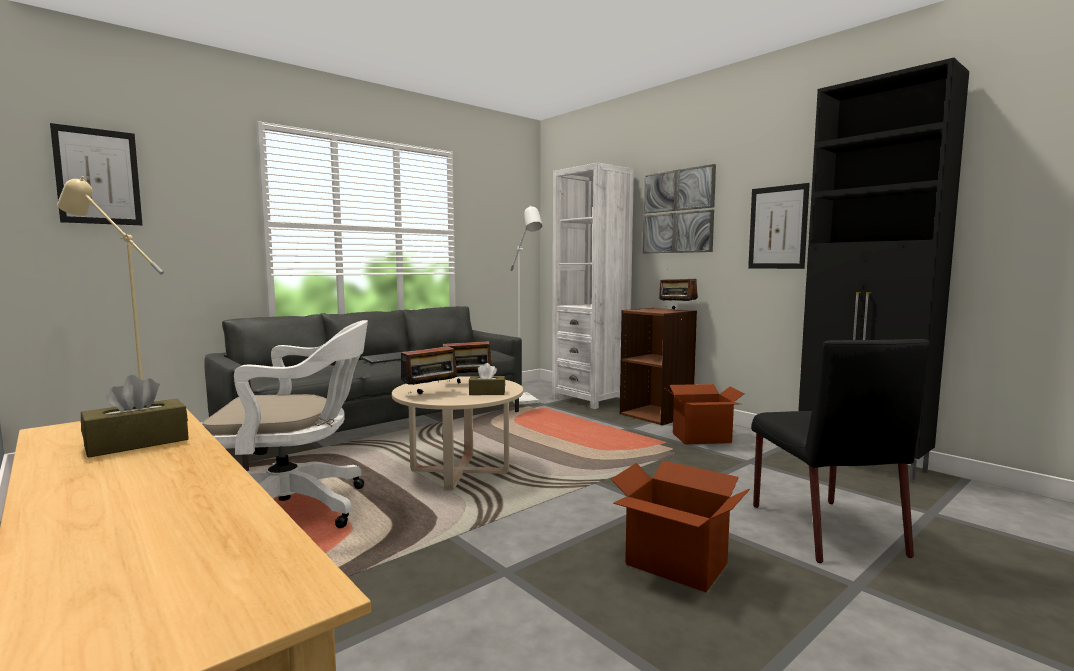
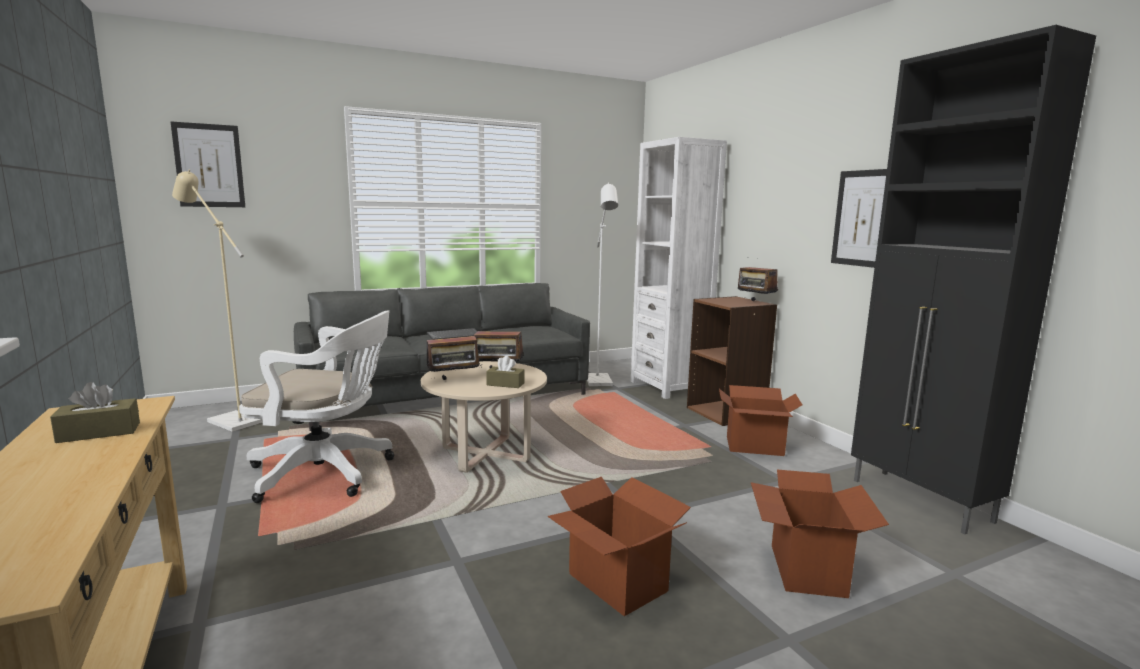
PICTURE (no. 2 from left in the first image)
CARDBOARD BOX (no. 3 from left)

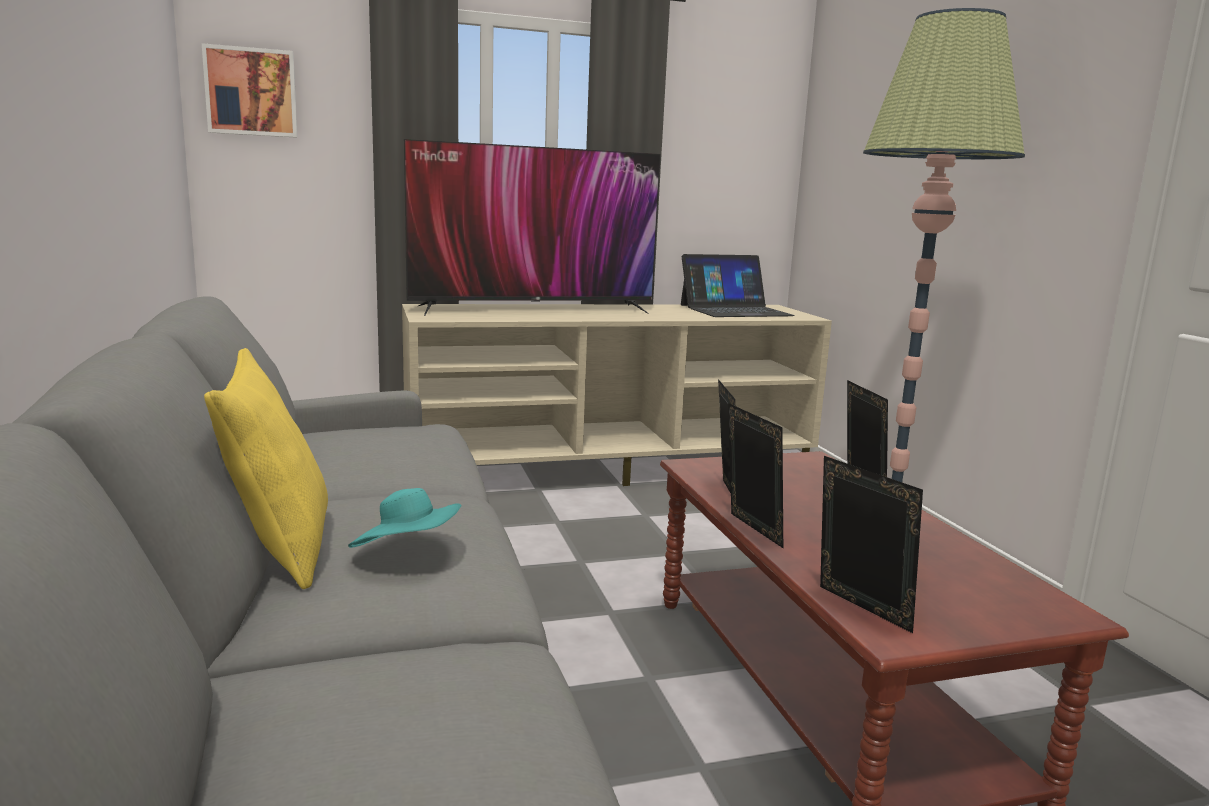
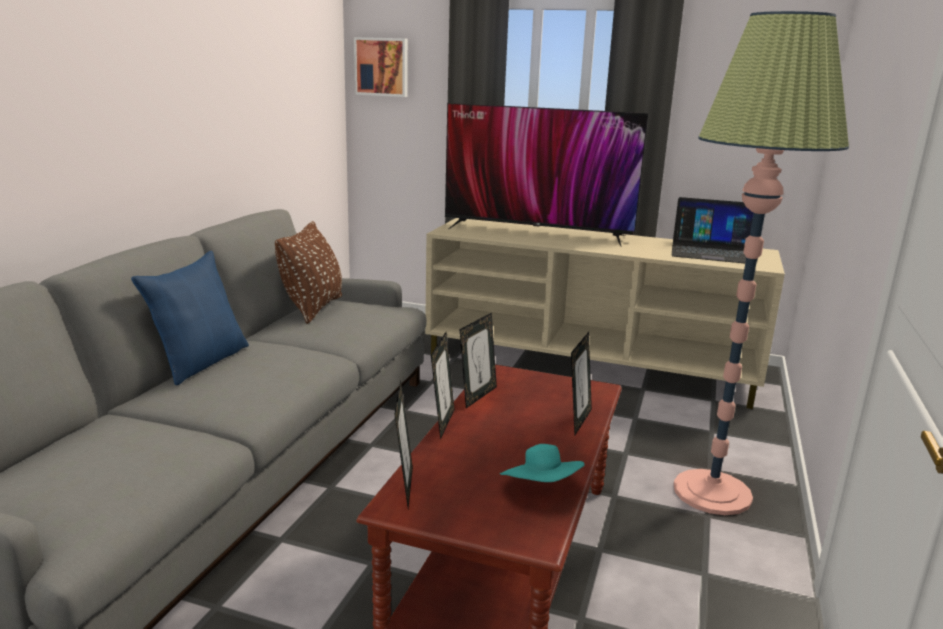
BROWN PILLOW
TURQUOISE HAT
BLUE PILLOW

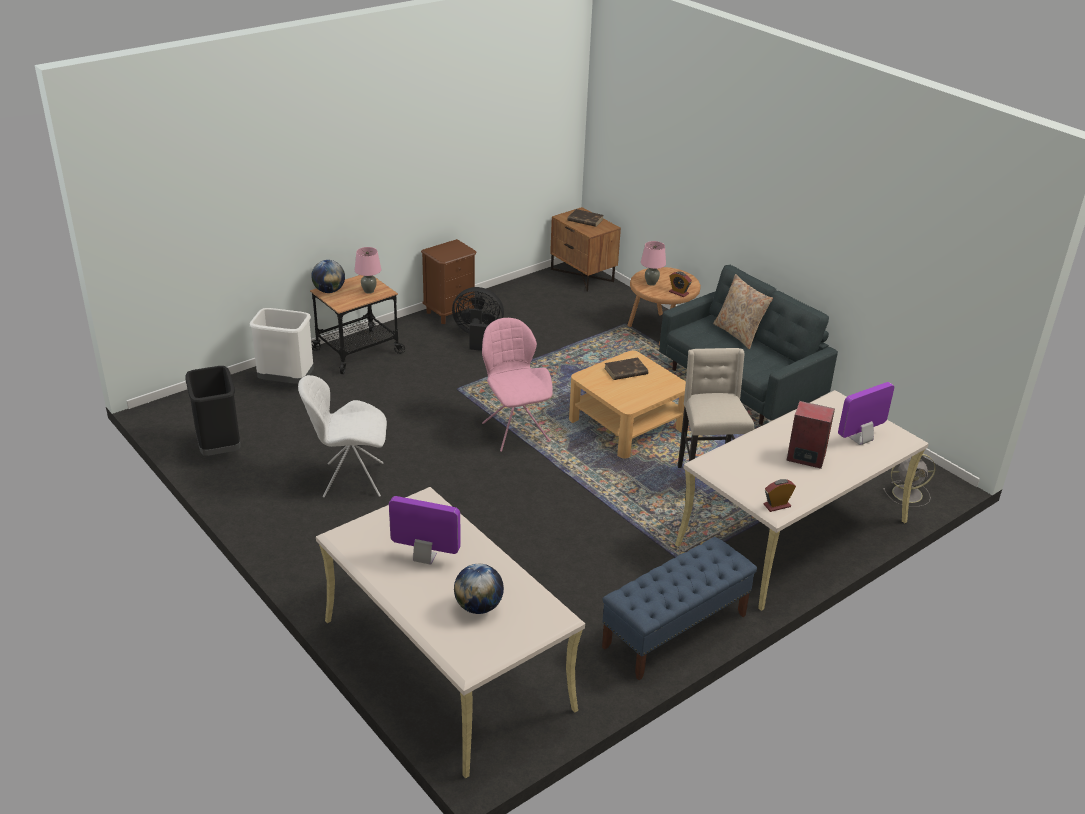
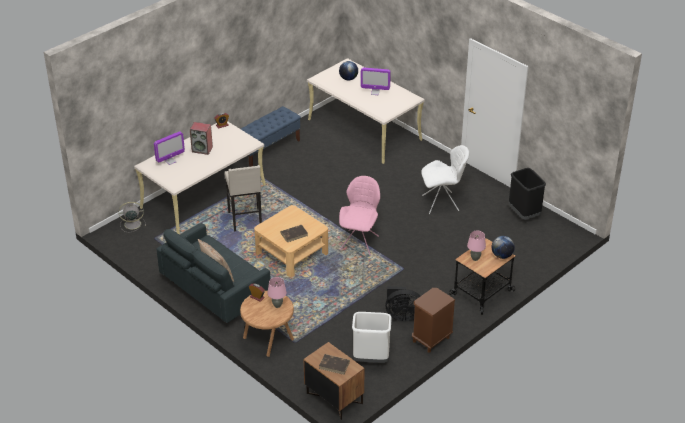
WHITE TRASH CAN
PINK CHAIR

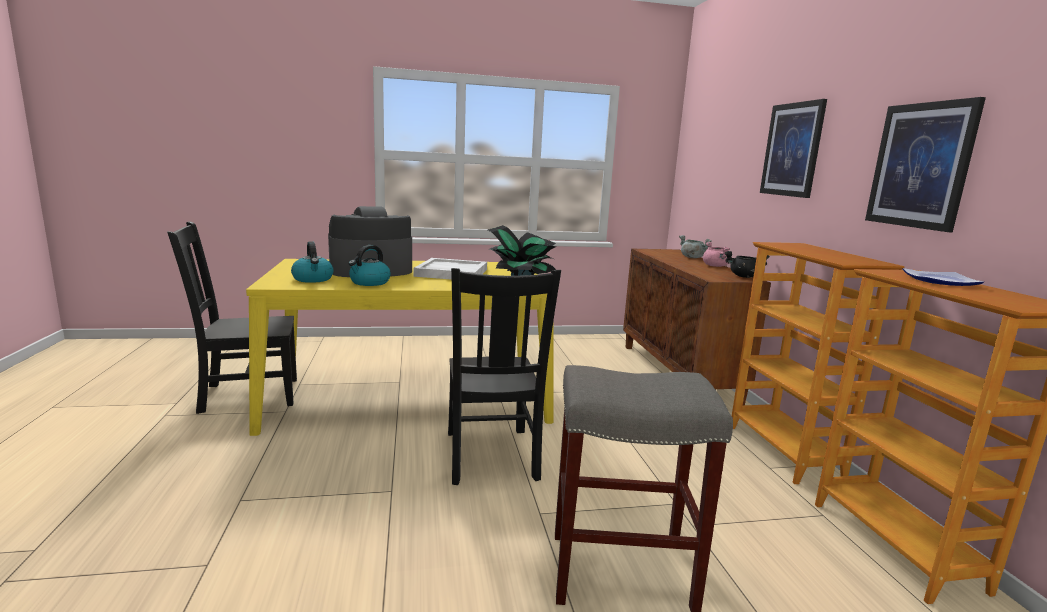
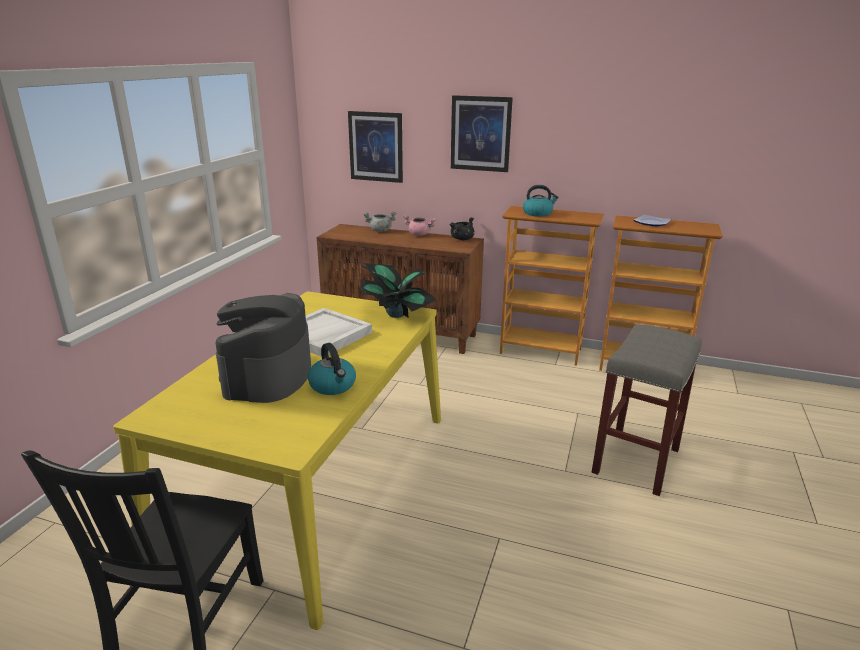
BLACK CHAIR (no. 2 from left in the first image)
KETTLE (no. 2 from left)
PICTURE (no. 1 from left)

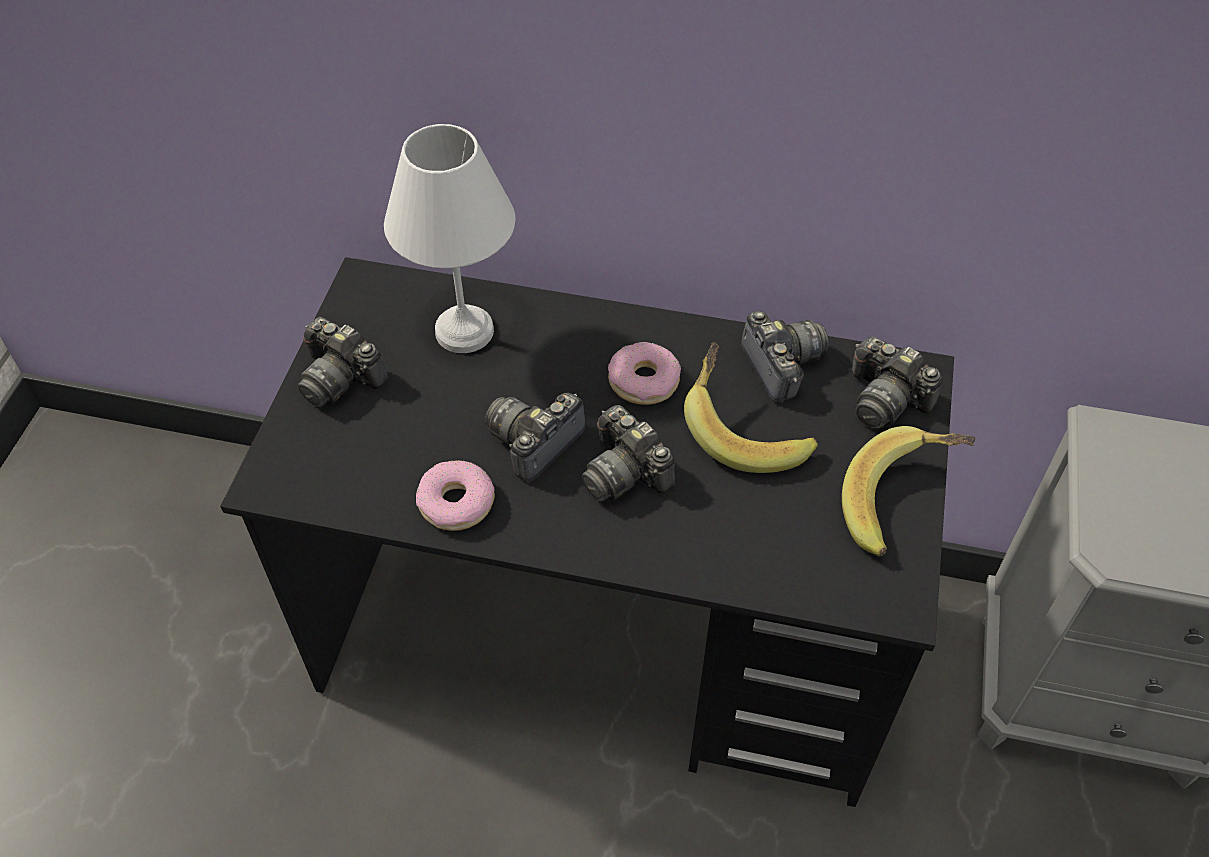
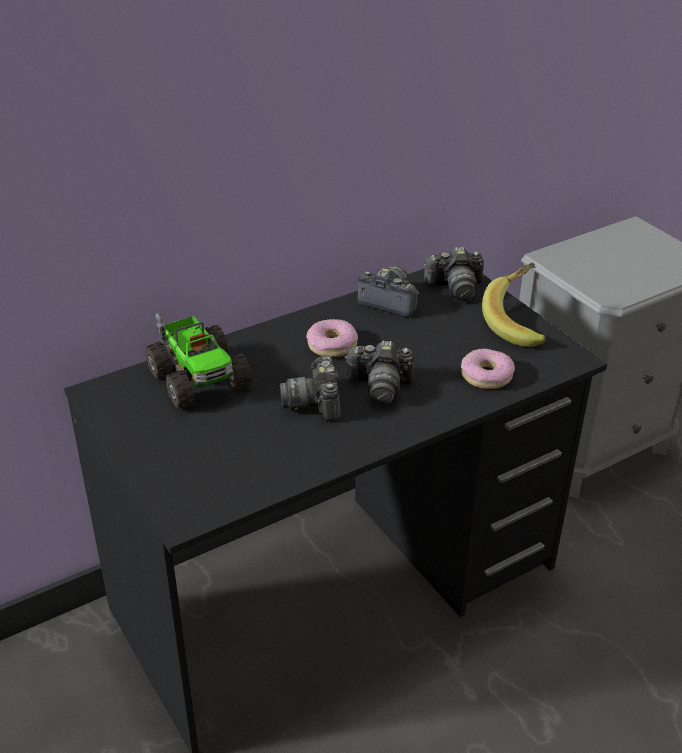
PHOTO CAMERA (no. 1 from left in the first image)
BANANA (no. 1 from left in the first image)
DONUT (no. 2 from left)
TOY TRUCK

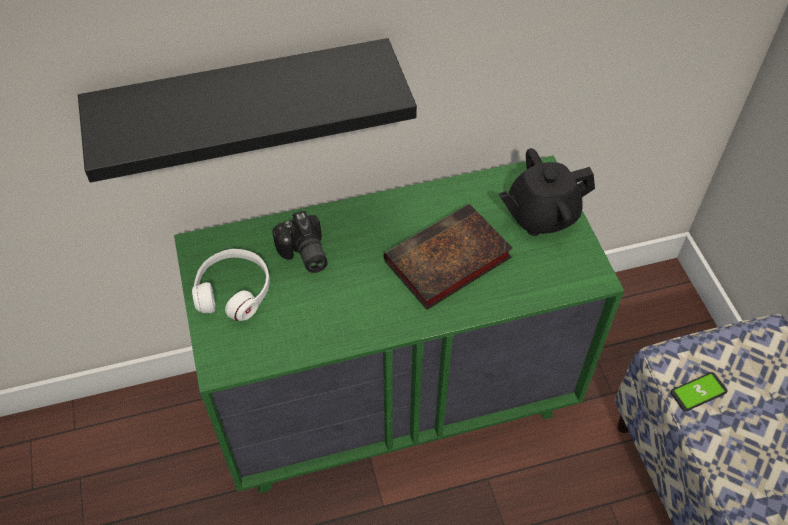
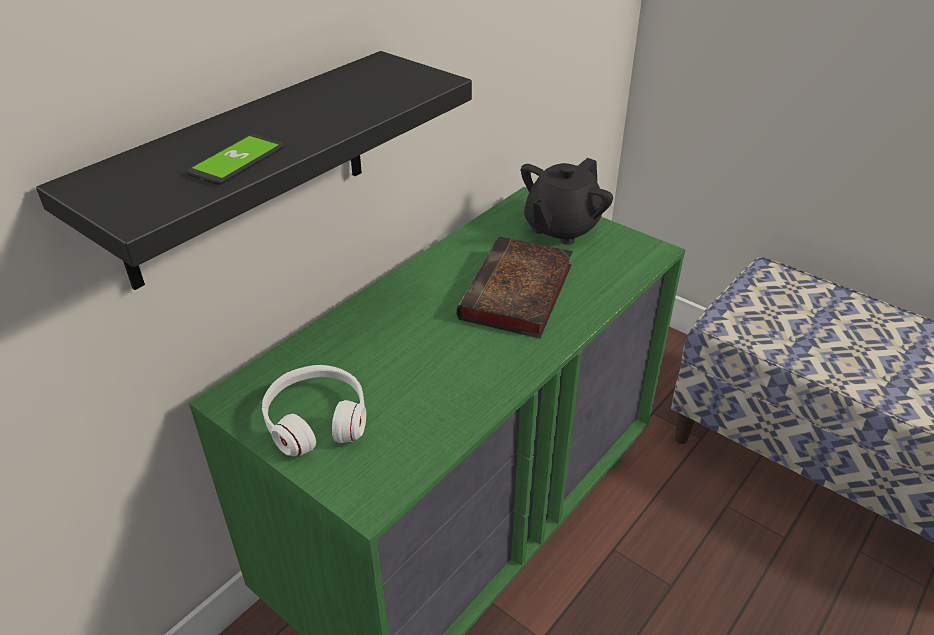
PHOTO CAMERA
PHONE

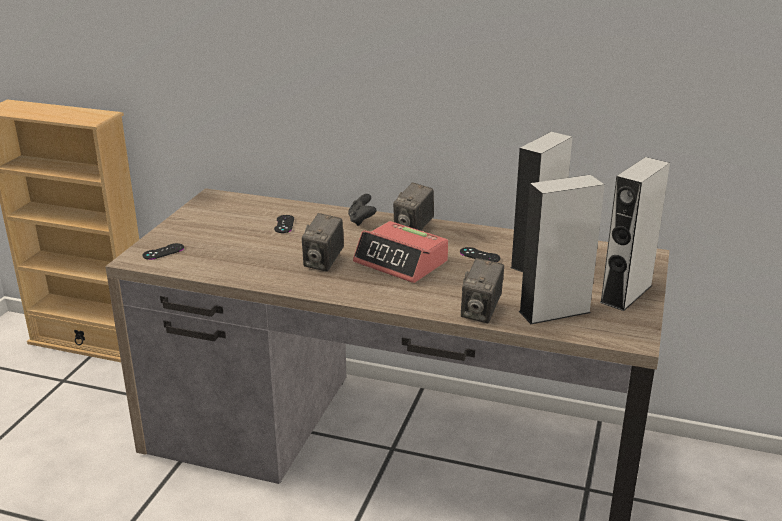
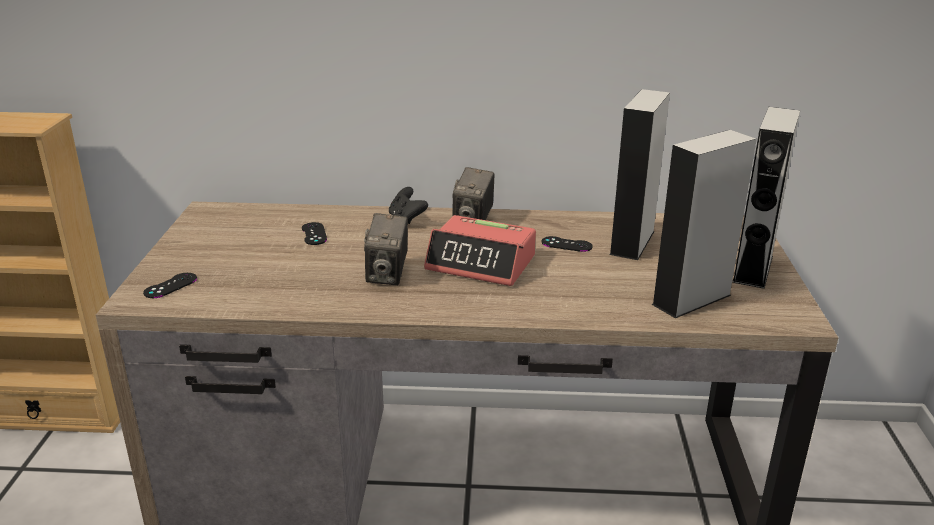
PHOTO CAMERA (no. 3 from left in the first image)

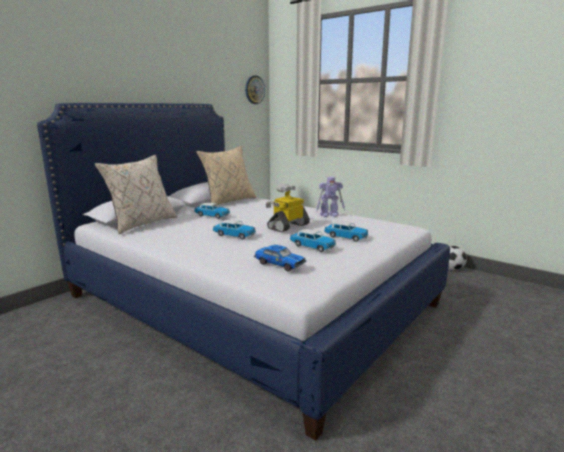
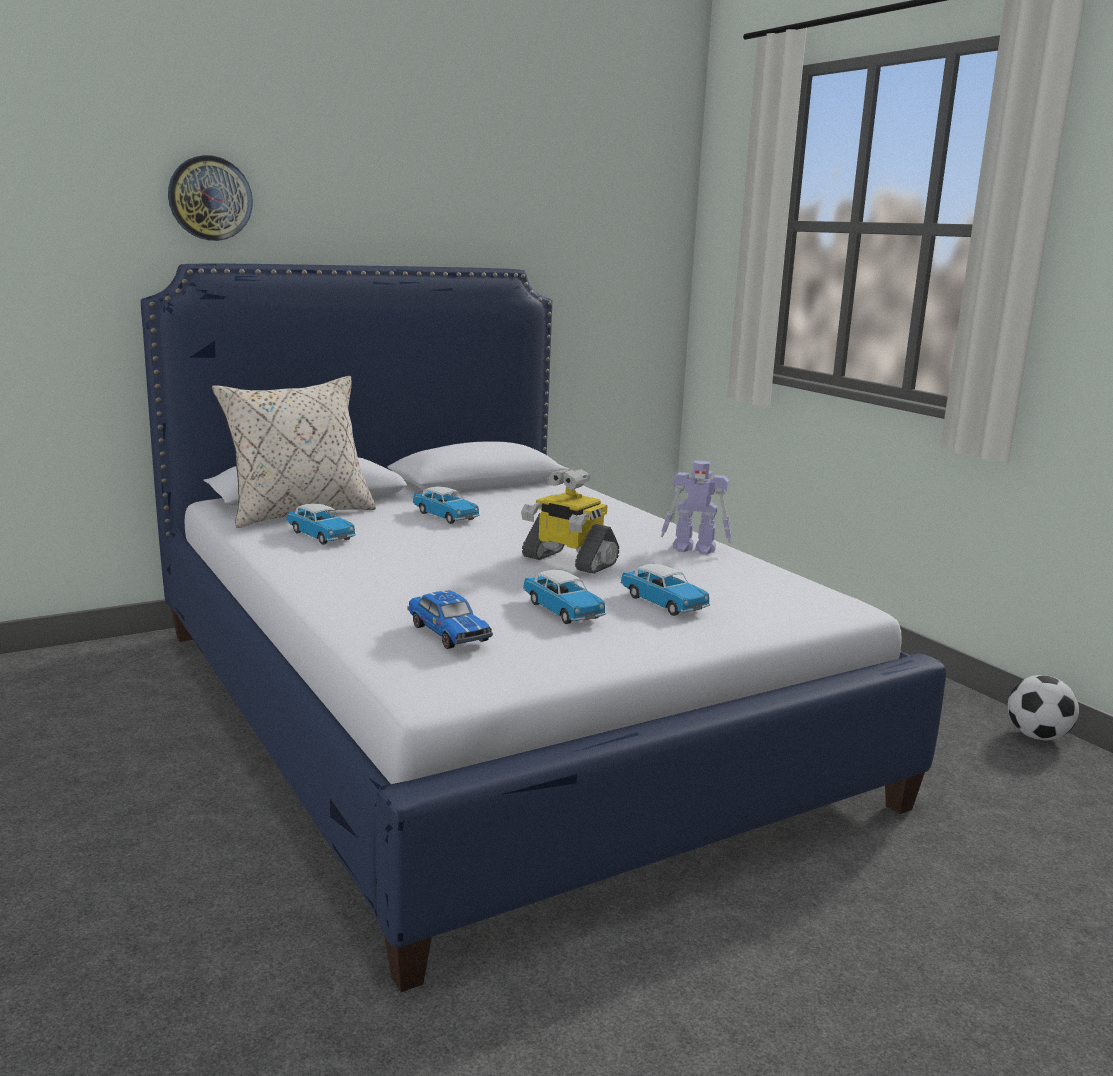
BEIGE PILLOW (no. 2 from left in the first image)
TOY CAR (no. 1 from left)
WALL CLOCK
TOY ROBOT (no. 1 from left)

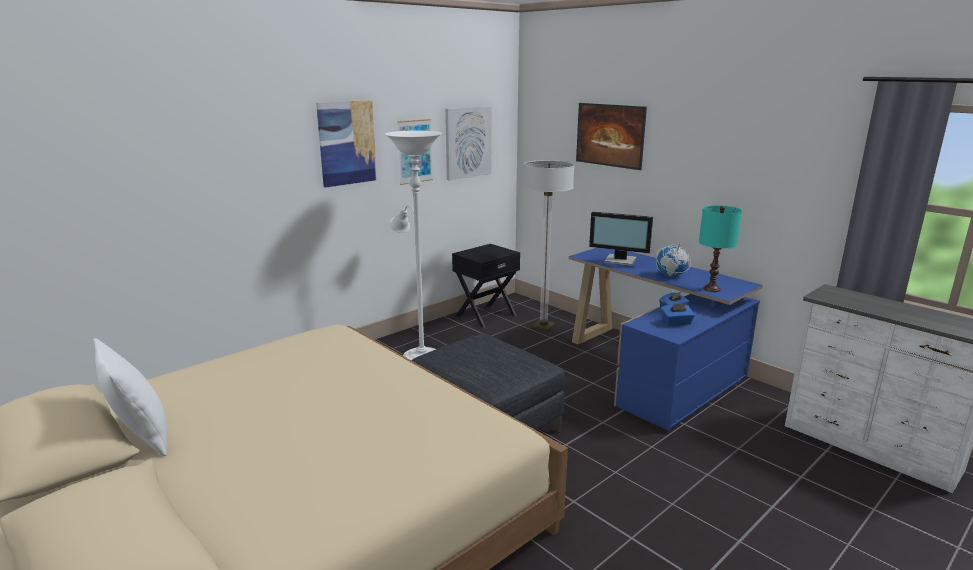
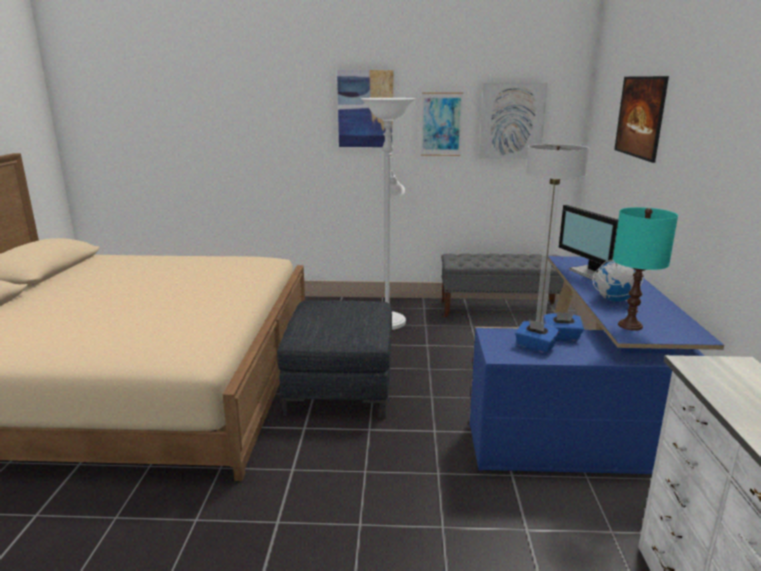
WHITE PILLOW
GREY BENCH

